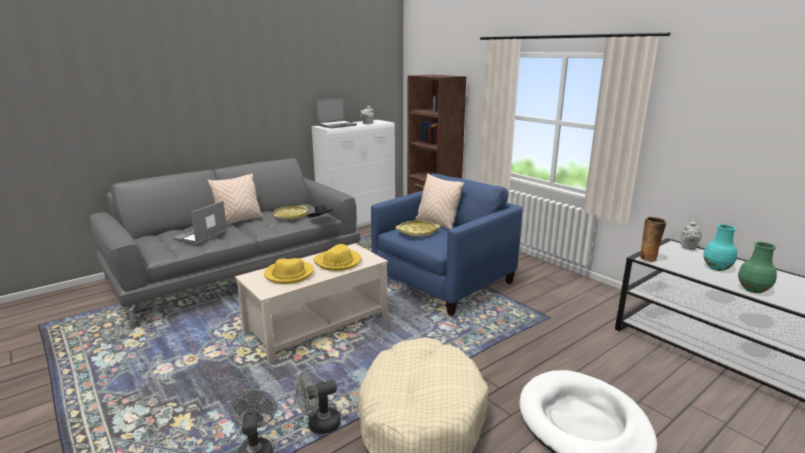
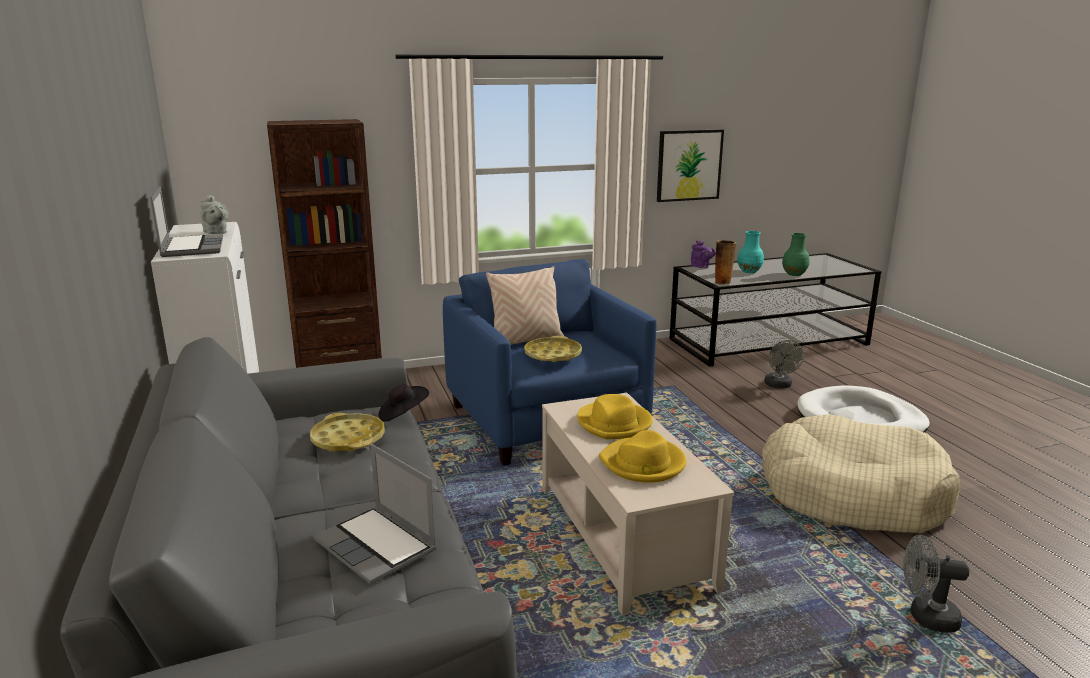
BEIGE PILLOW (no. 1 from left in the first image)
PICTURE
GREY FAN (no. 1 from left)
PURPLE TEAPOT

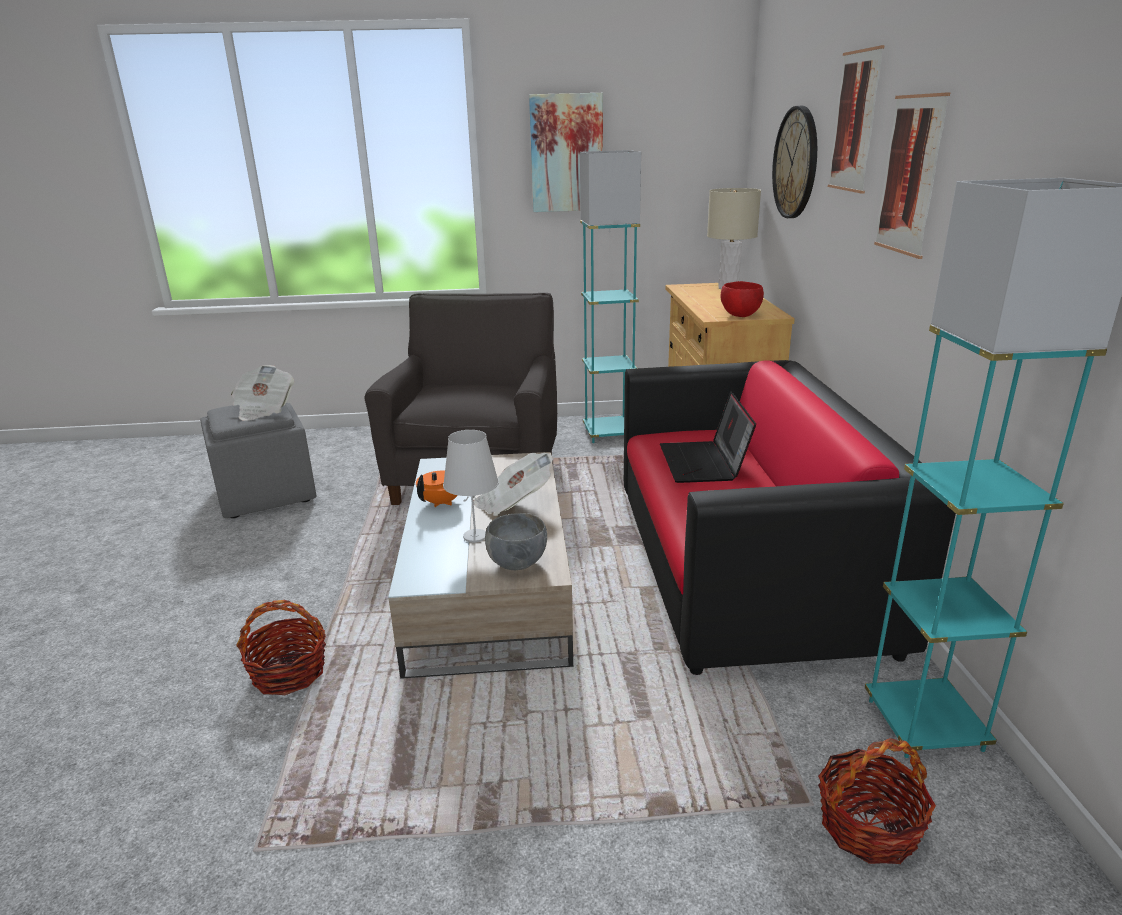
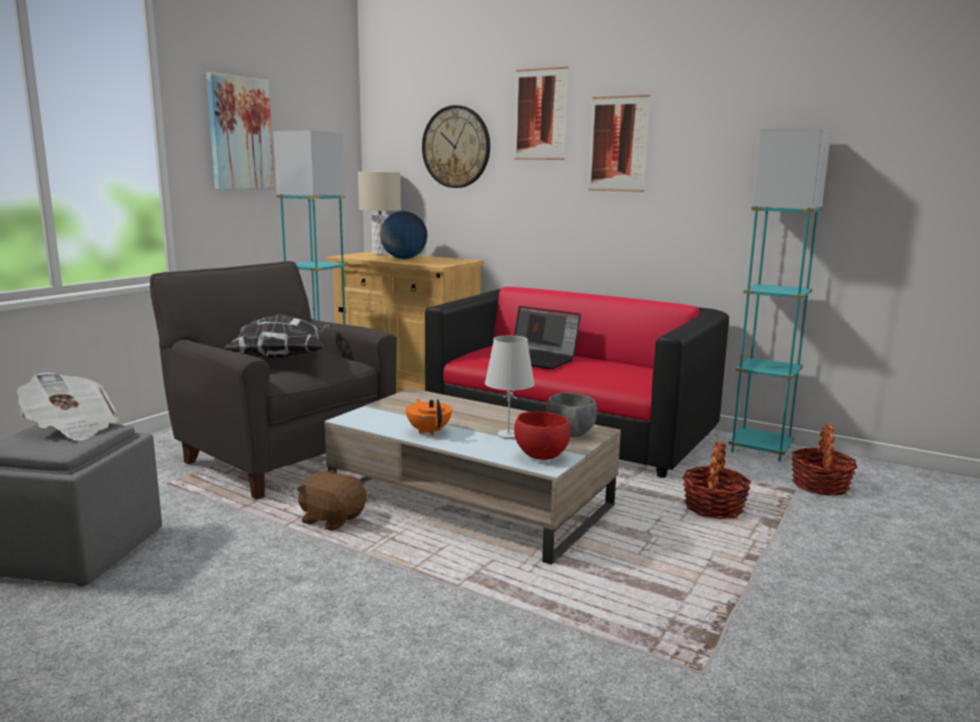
NEWSPAPER (no. 2 from left in the first image)
PILLOW
BROWN PLUSH TOY
GLOBE
BASKET (no. 1 from left)
RED BOWL

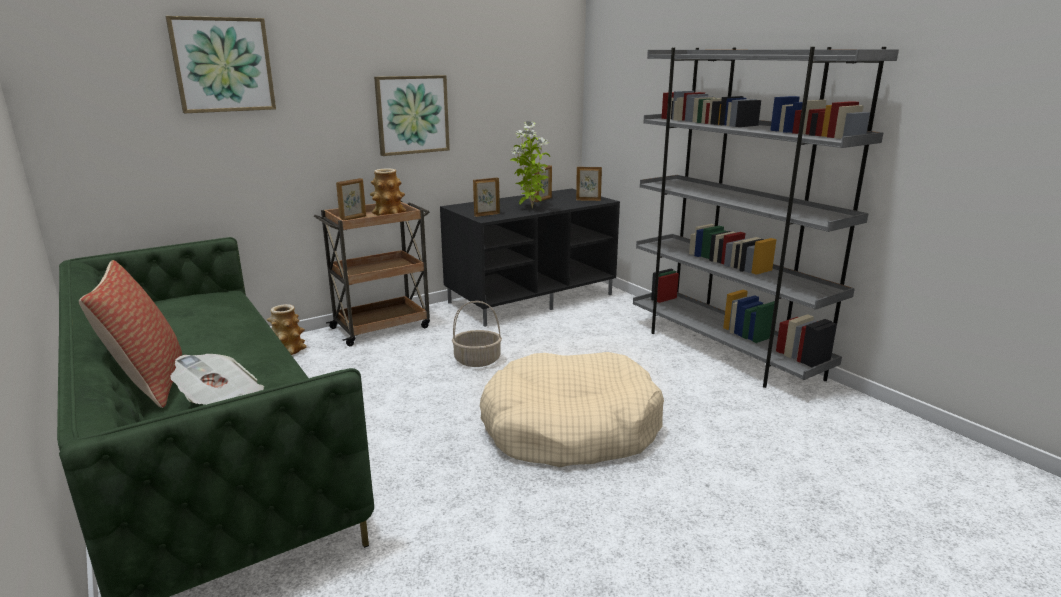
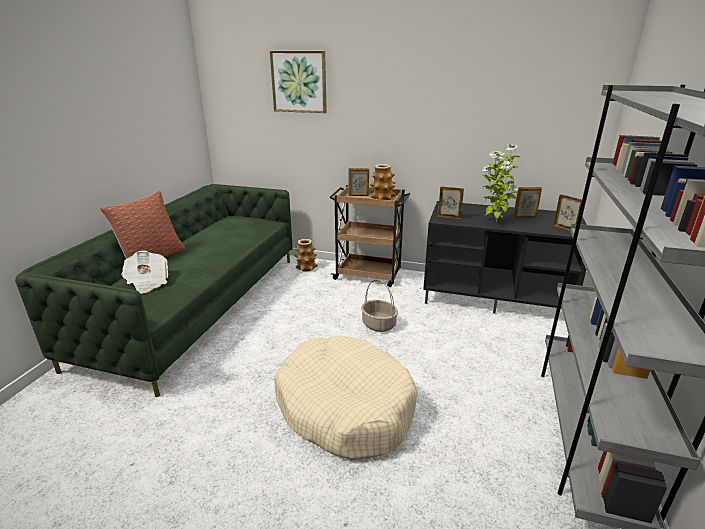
PICTURE (no. 2 from left in the first image)

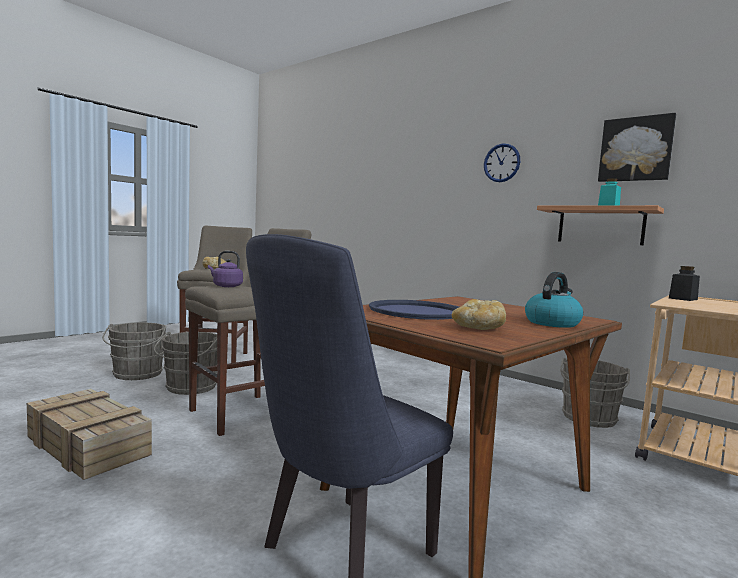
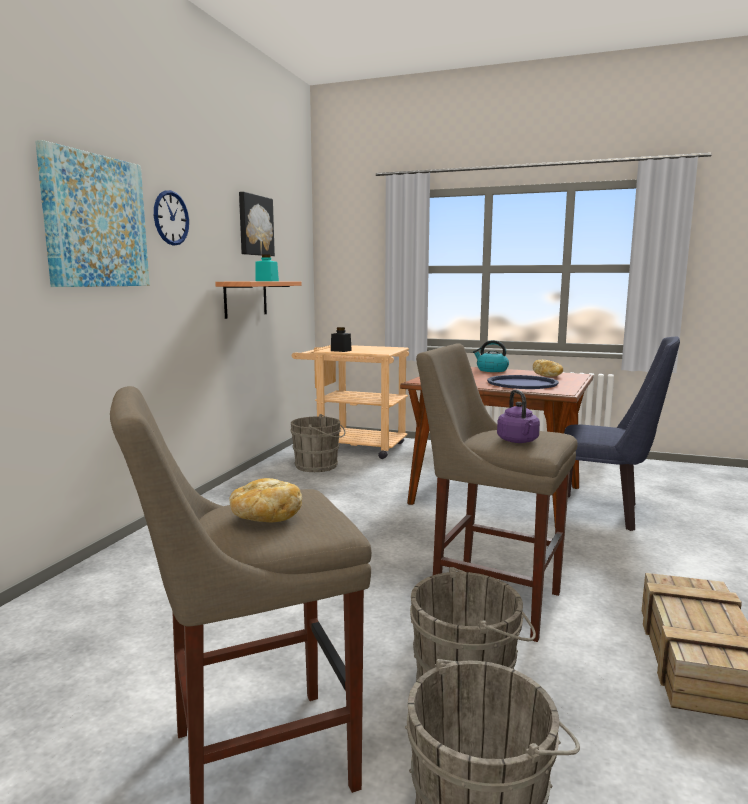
PICTURE (no. 1 from left)

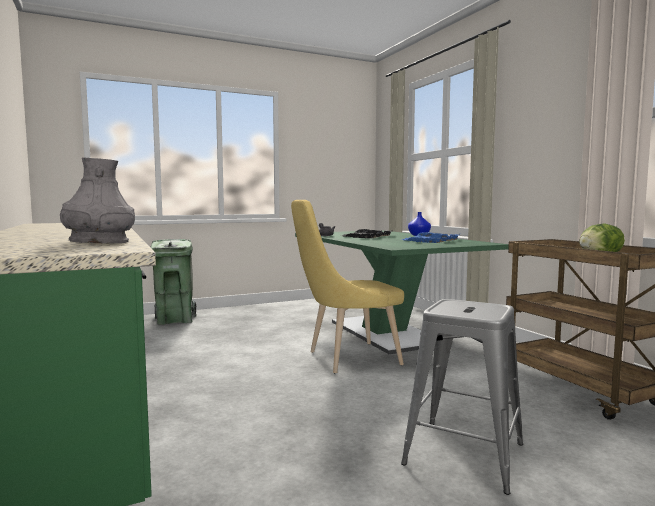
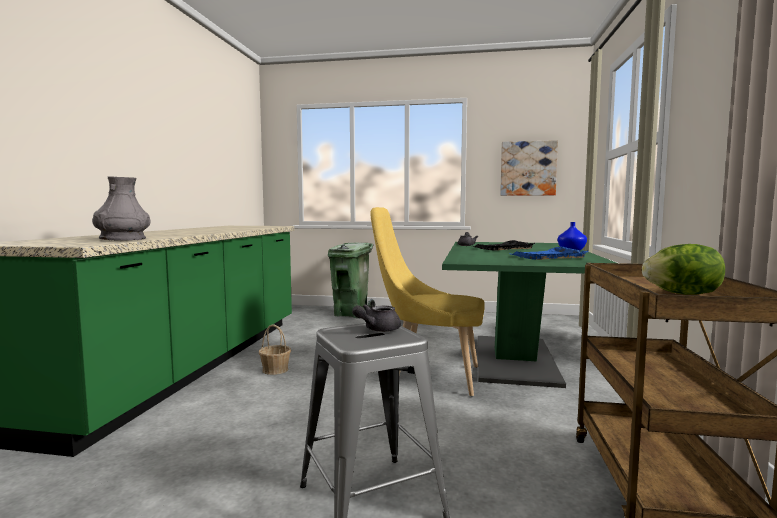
BASKET
GREY TEAPOT (no. 1 from left)
PICTURE

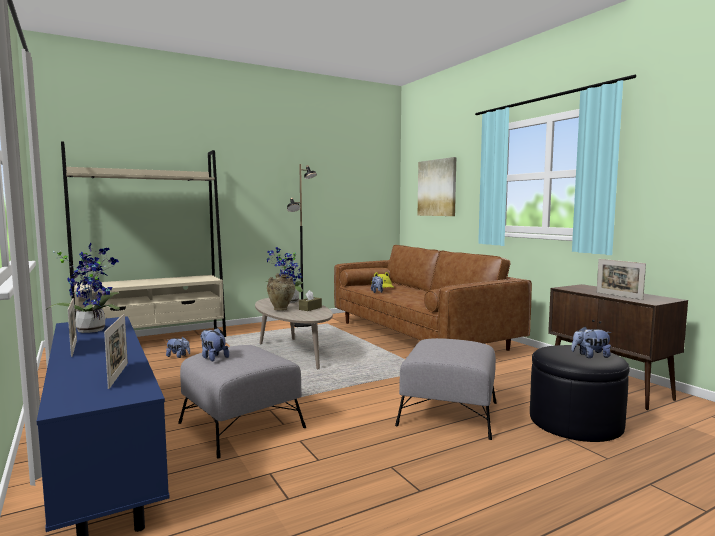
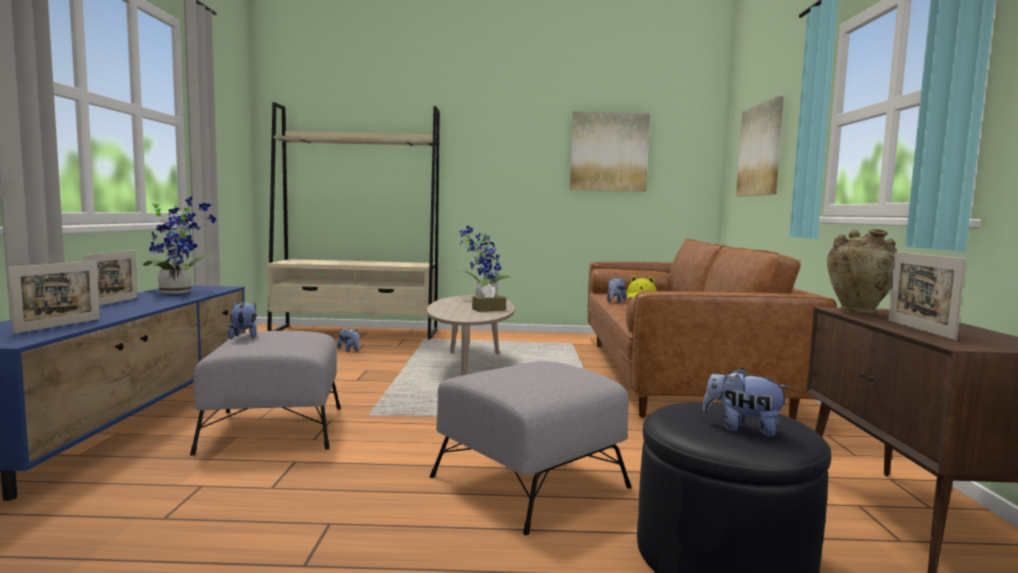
BLACK FLOOR LAMP
PICTURE (no. 1 from left)
BEIGE VASE

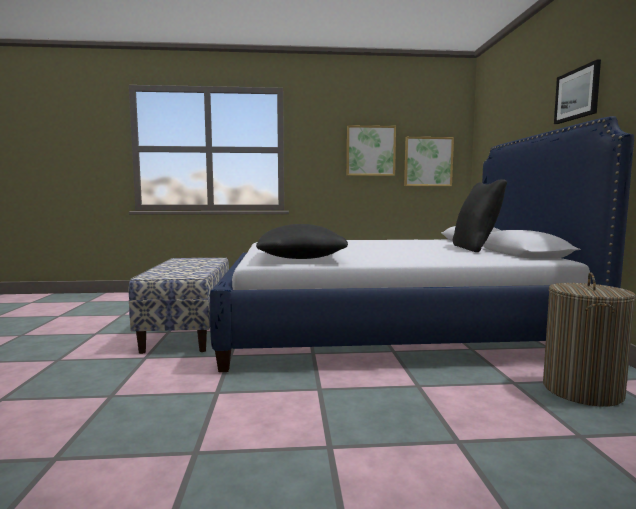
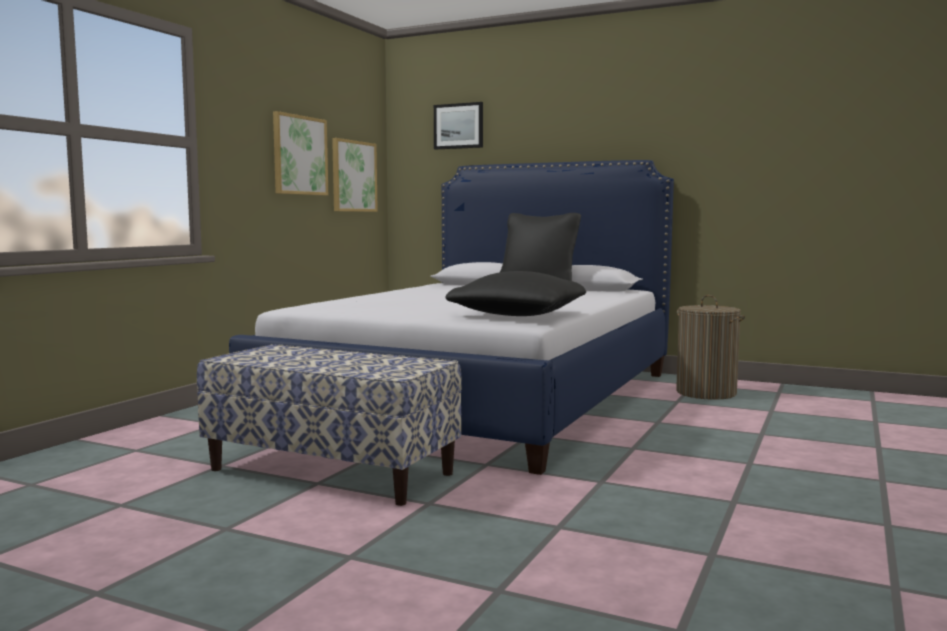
PICTURE (no. 3 from left)

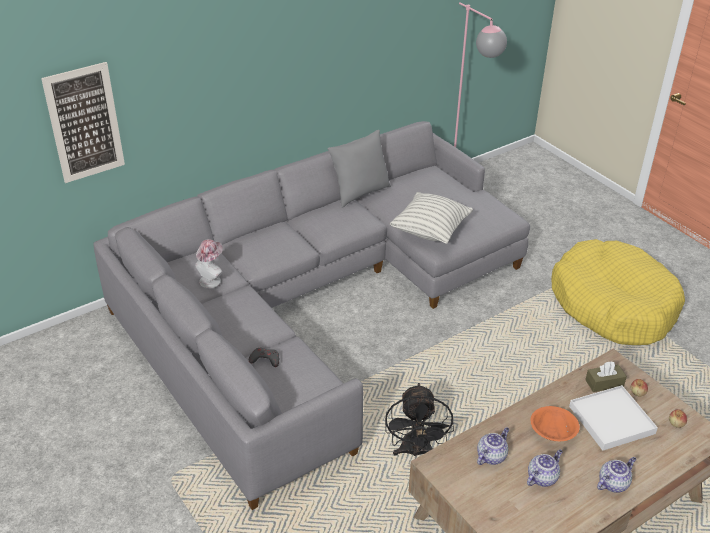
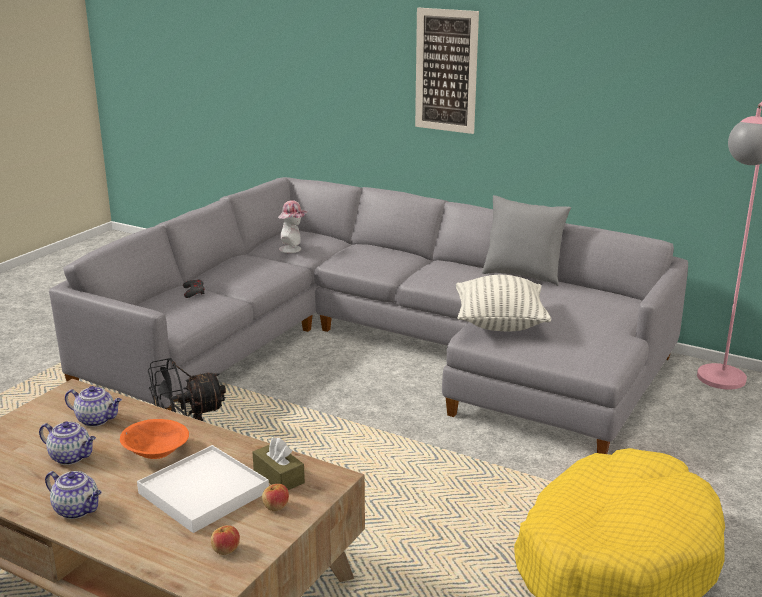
PICTURE

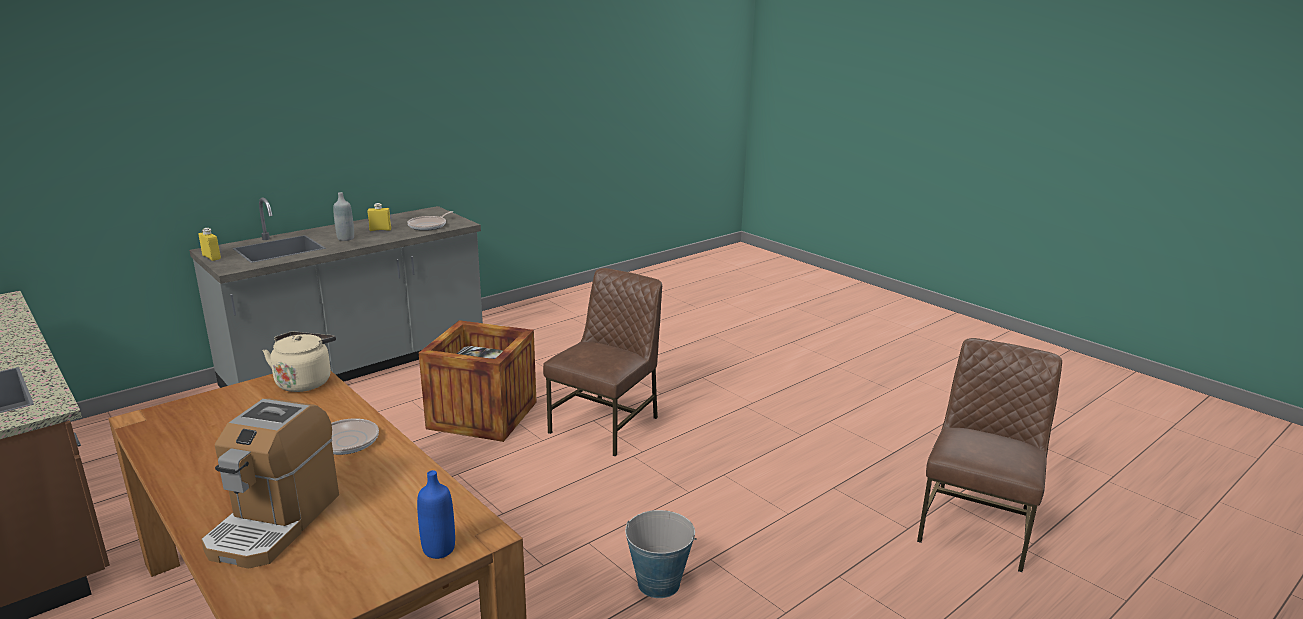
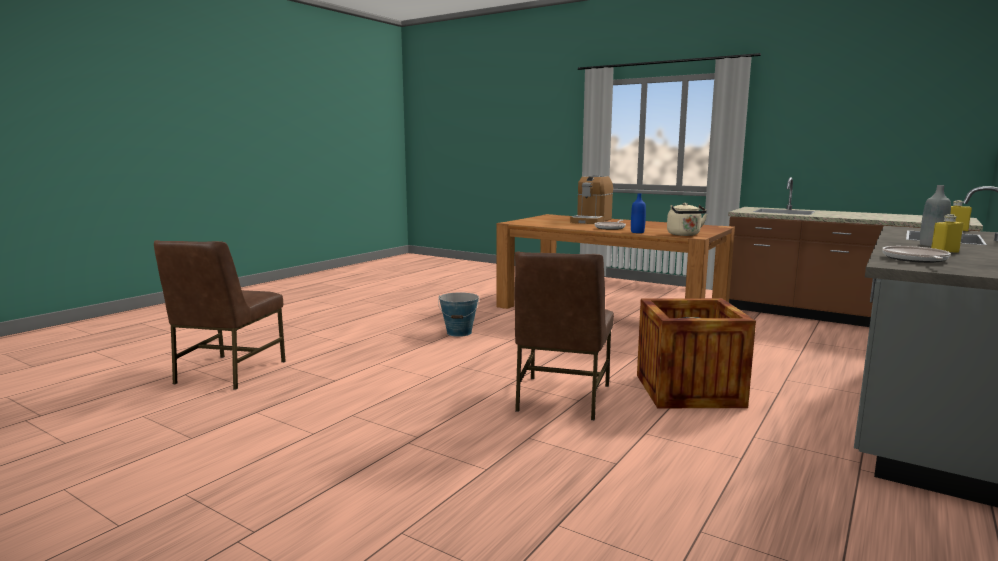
BLUE BOTTLE
COFFEE MACHINE

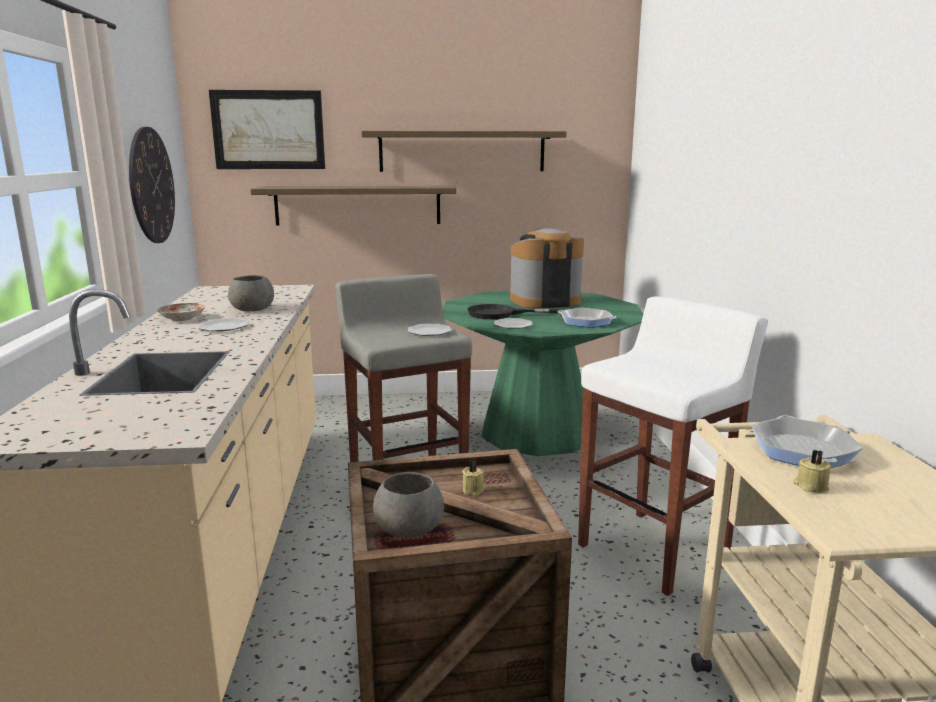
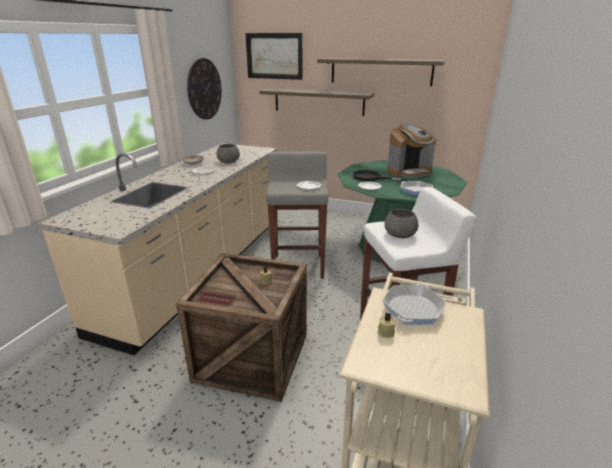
GREY BOWL (no. 2 from left)
COFFEE MACHINE

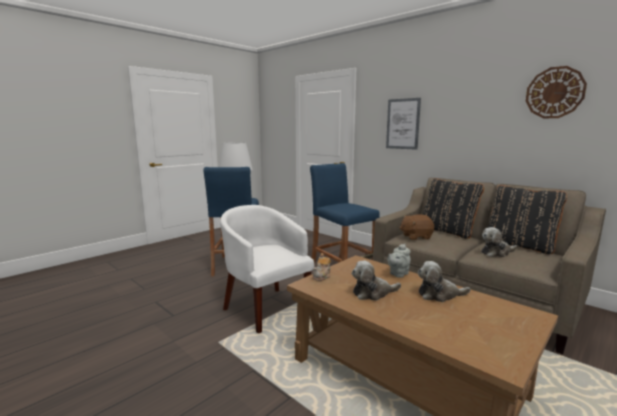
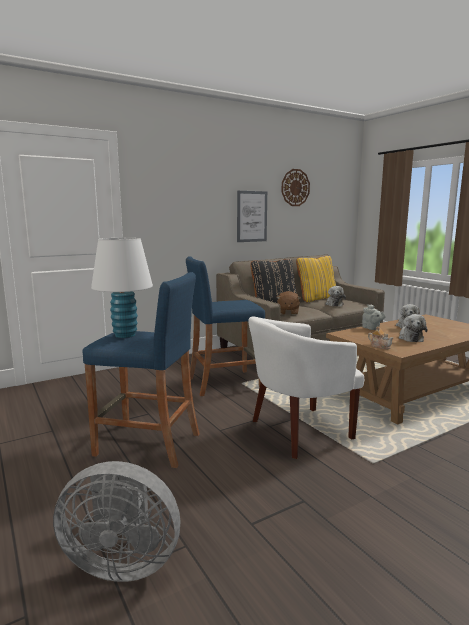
GREY FAN
PICTURE
YELLOW PILLOW

